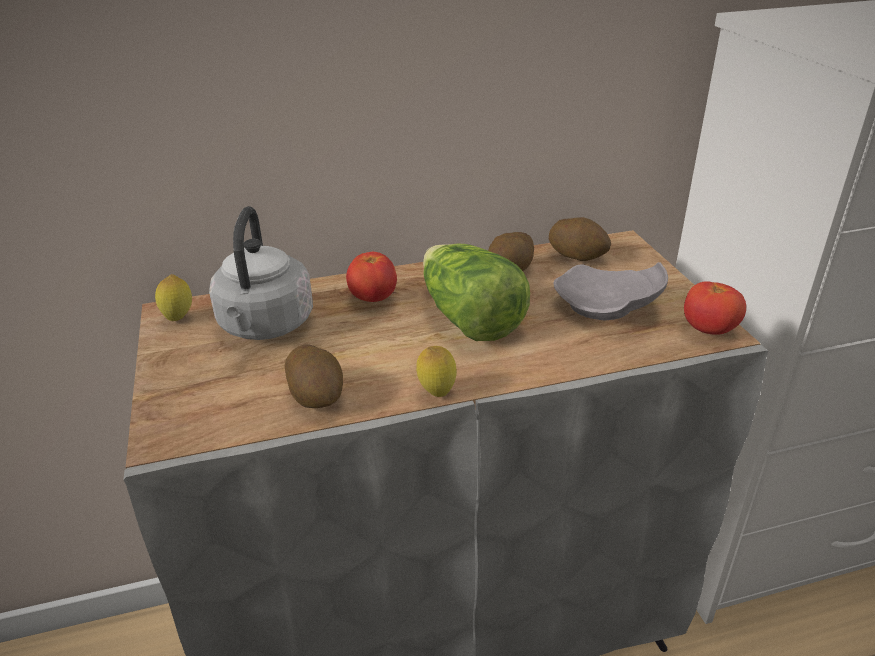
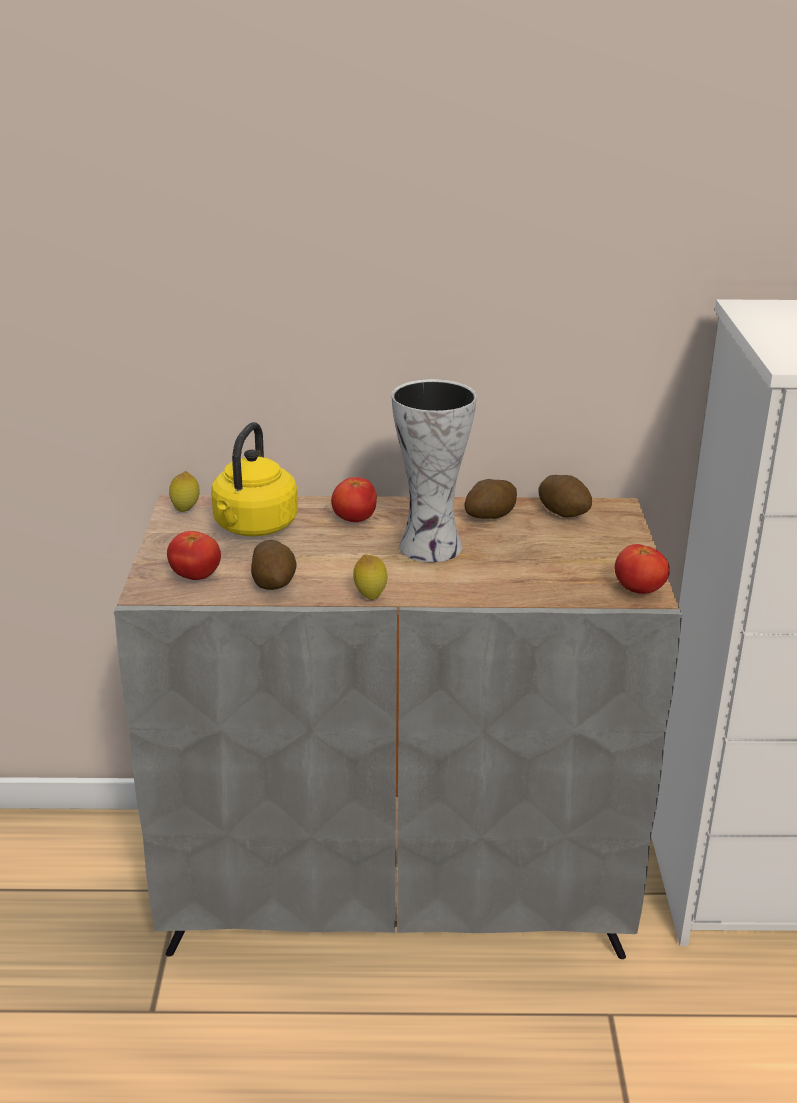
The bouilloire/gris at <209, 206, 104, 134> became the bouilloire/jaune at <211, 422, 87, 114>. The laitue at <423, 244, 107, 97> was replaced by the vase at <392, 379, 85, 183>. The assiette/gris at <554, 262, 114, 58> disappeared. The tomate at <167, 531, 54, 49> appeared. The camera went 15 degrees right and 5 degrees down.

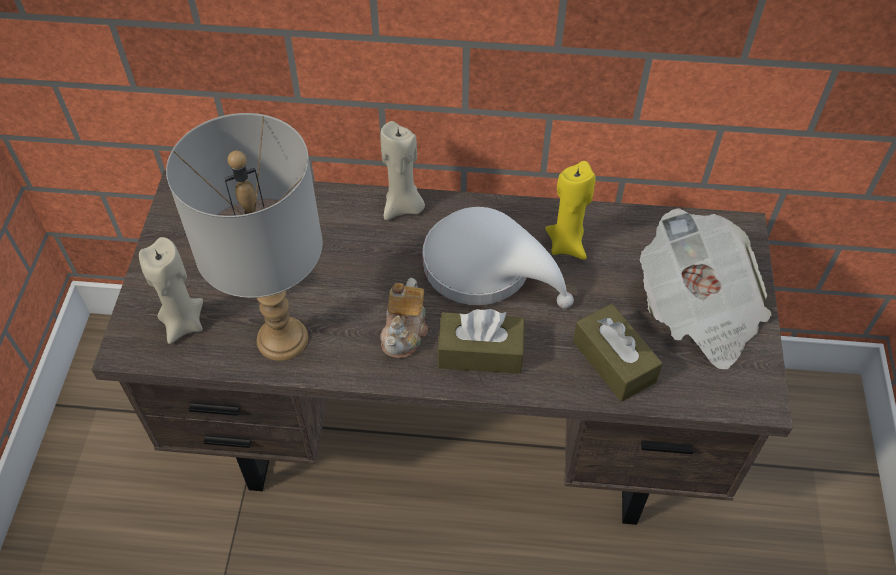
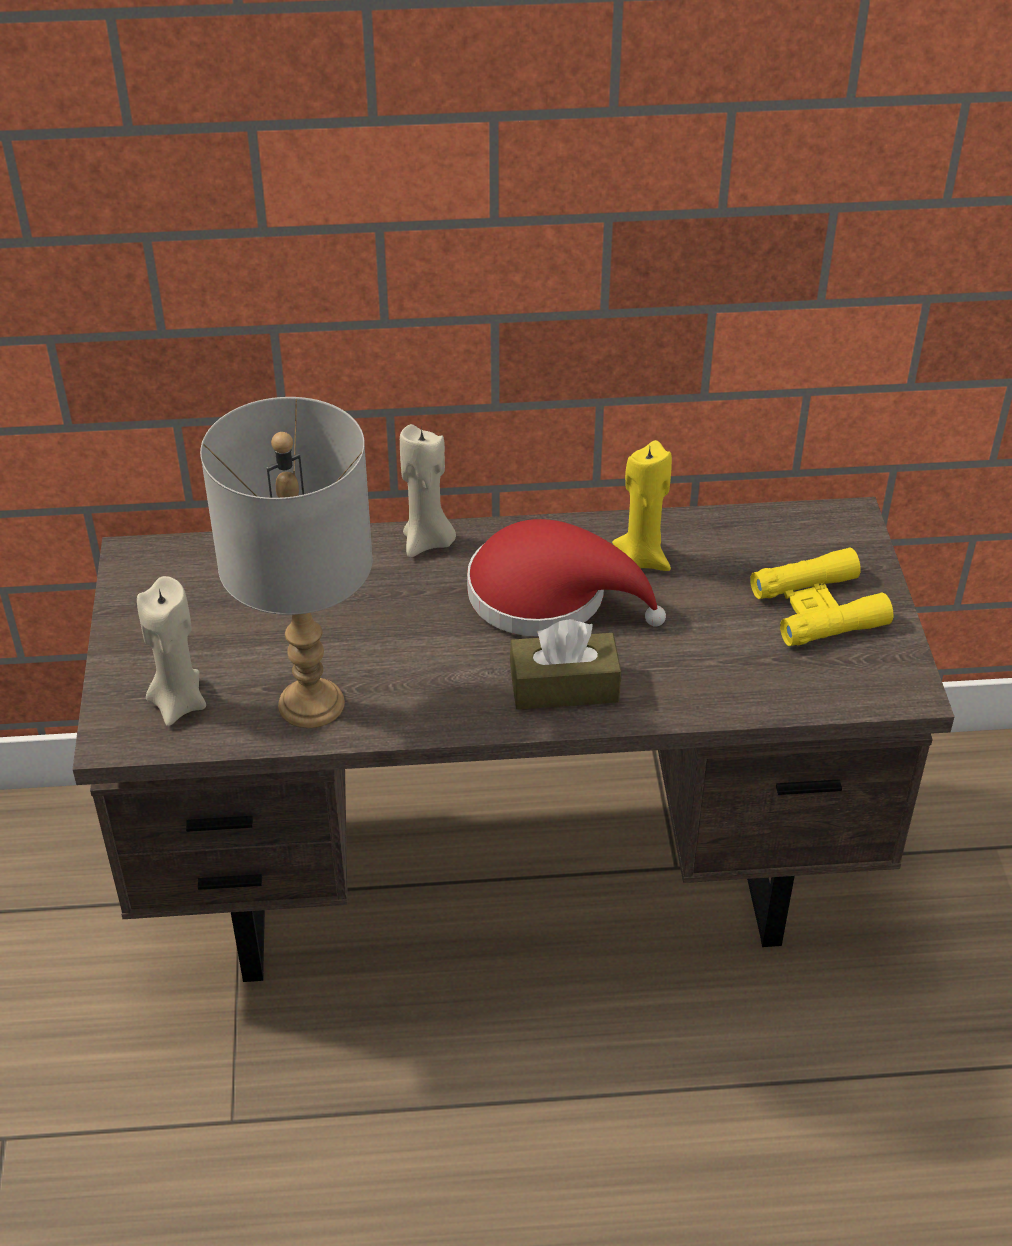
The chapeau/blanc at <422, 207, 152, 102> became the chapeau/rouge at <467, 519, 199, 117>. The journal at <640, 208, 132, 161> was replaced by the jumelles/jaune at <750, 547, 143, 99>. The théière at <380, 278, 48, 80> disappeared. The boîte à mouchoirs/marron at <573, 304, 90, 98> disappeared. The camera went 10 degrees left and 10 degrees down.

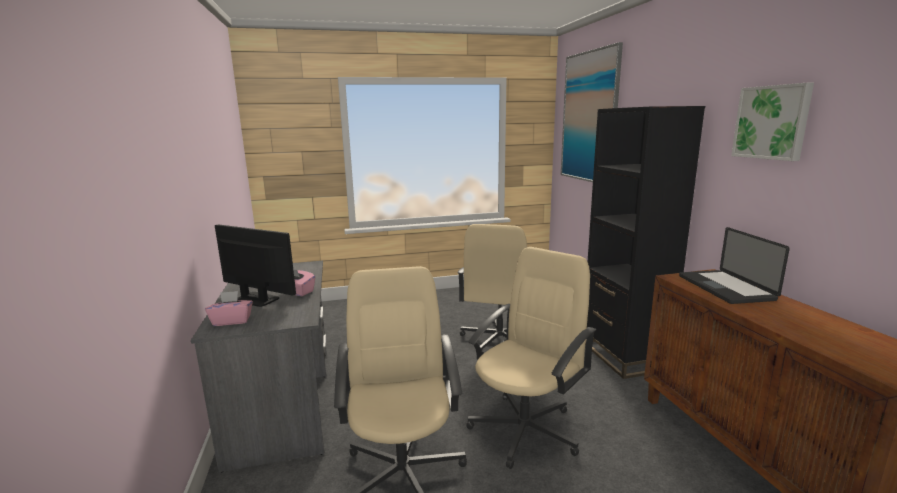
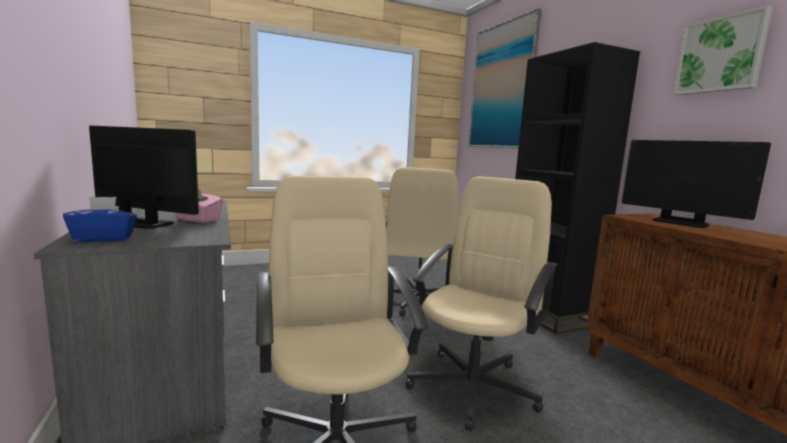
The ordinateur portable at <679, 227, 111, 77> was replaced by the écran d'ordinateur at <622, 140, 149, 88>. The boîte à mouchoirs/rose at <205, 291, 48, 35> became the boîte à mouchoirs/bleu at <63, 197, 74, 45>. The camera went 10 degrees left and 5 degrees down.

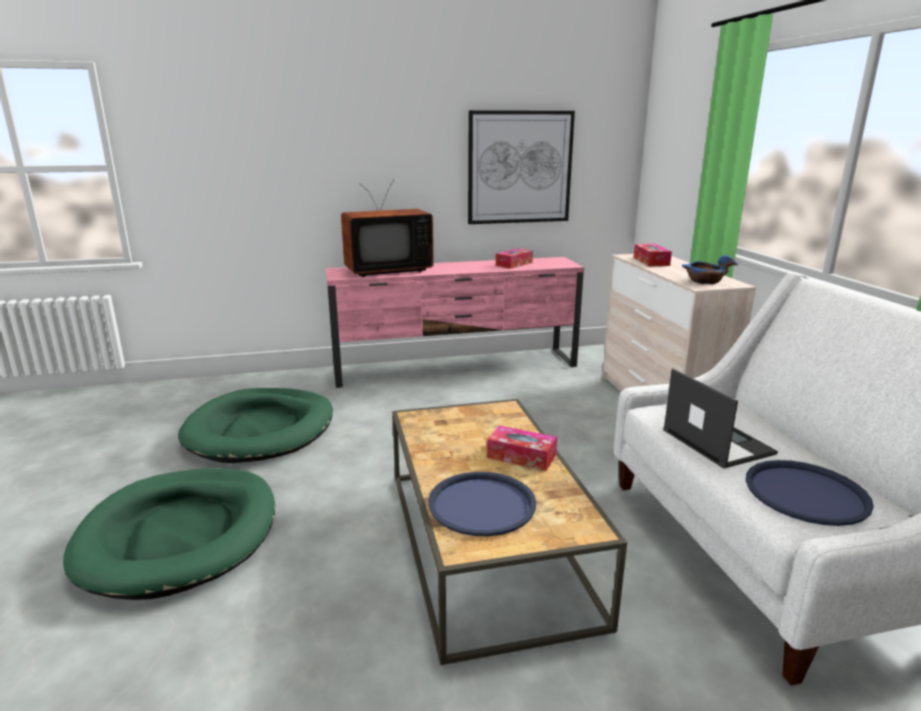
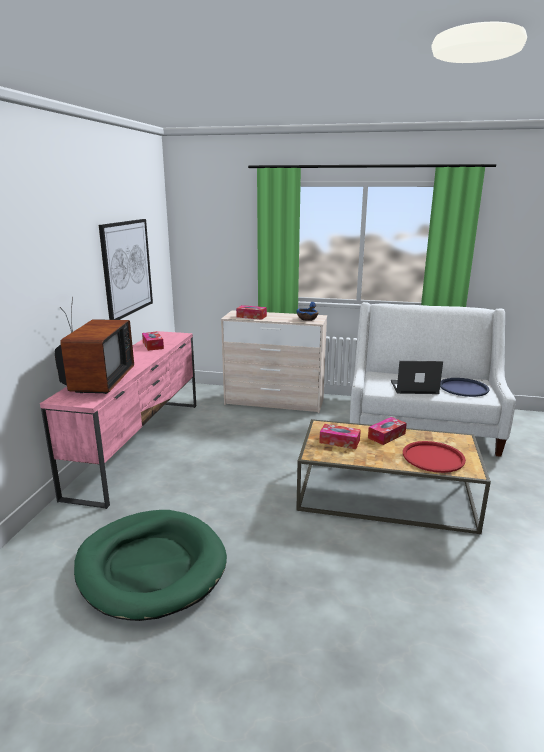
The panier pour chien/vert at <63, 468, 212, 132> disappeared. The plateau/bleu at <428, 472, 108, 64> became the plateau/rouge at <403, 441, 63, 32>. The boîte à mouchoirs at <319, 424, 42, 25> appeared. The camera went 65 degrees left and 0 degrees up.

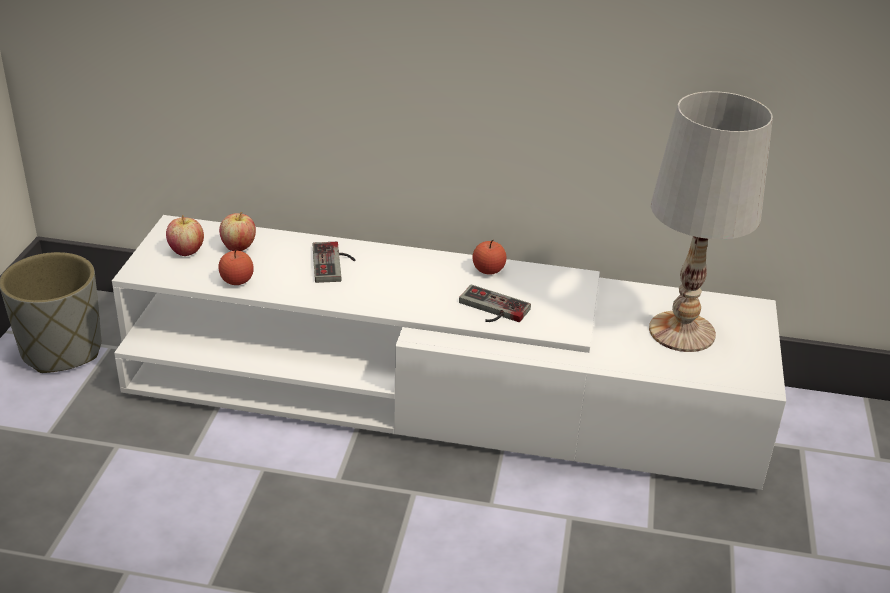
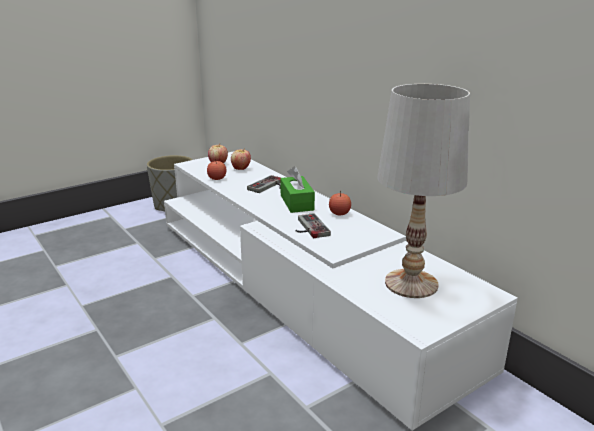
The boîte à mouchoirs/vert at <280, 166, 35, 47> appeared. The camera went 45 degrees right and 10 degrees down.

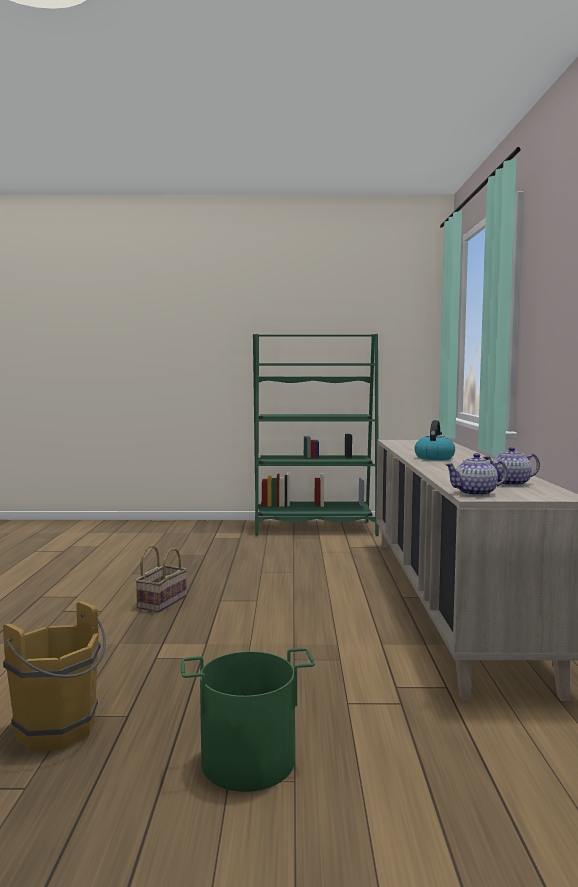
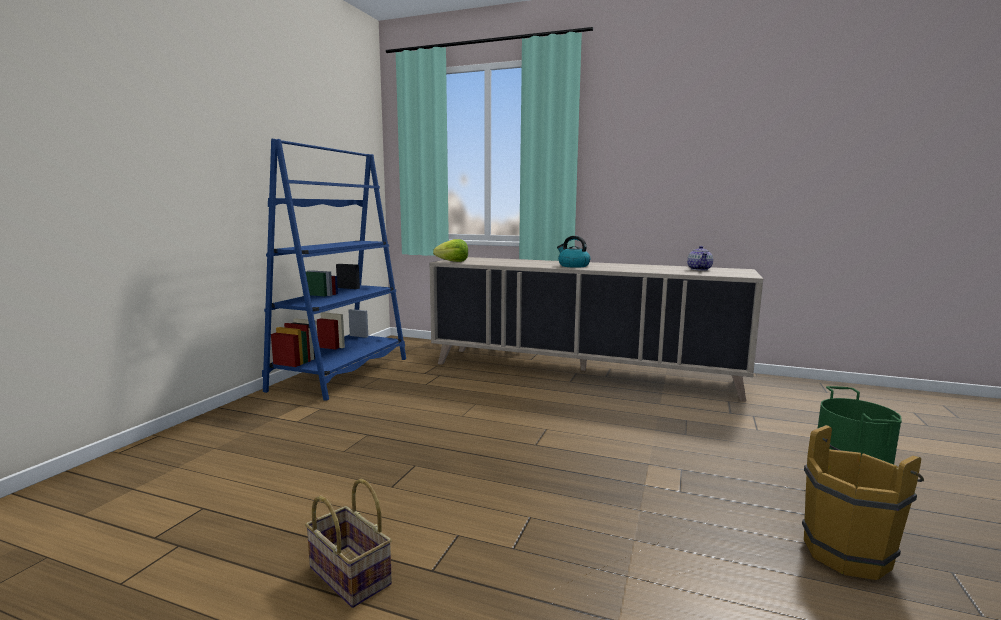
The bibliothèque/vert at <253, 334, 126, 202> became the bibliothèque/bleu at <262, 139, 144, 261>. The théière at <444, 453, 64, 43> disappeared. The panier moved from <135, 545, 52, 67> to <305, 479, 87, 129>. The laitue at <433, 239, 35, 23> appeared. The camera went 70 degrees left and 5 degrees up.

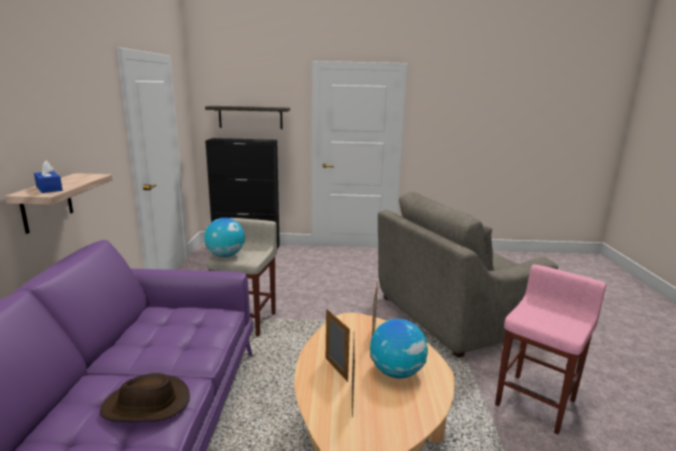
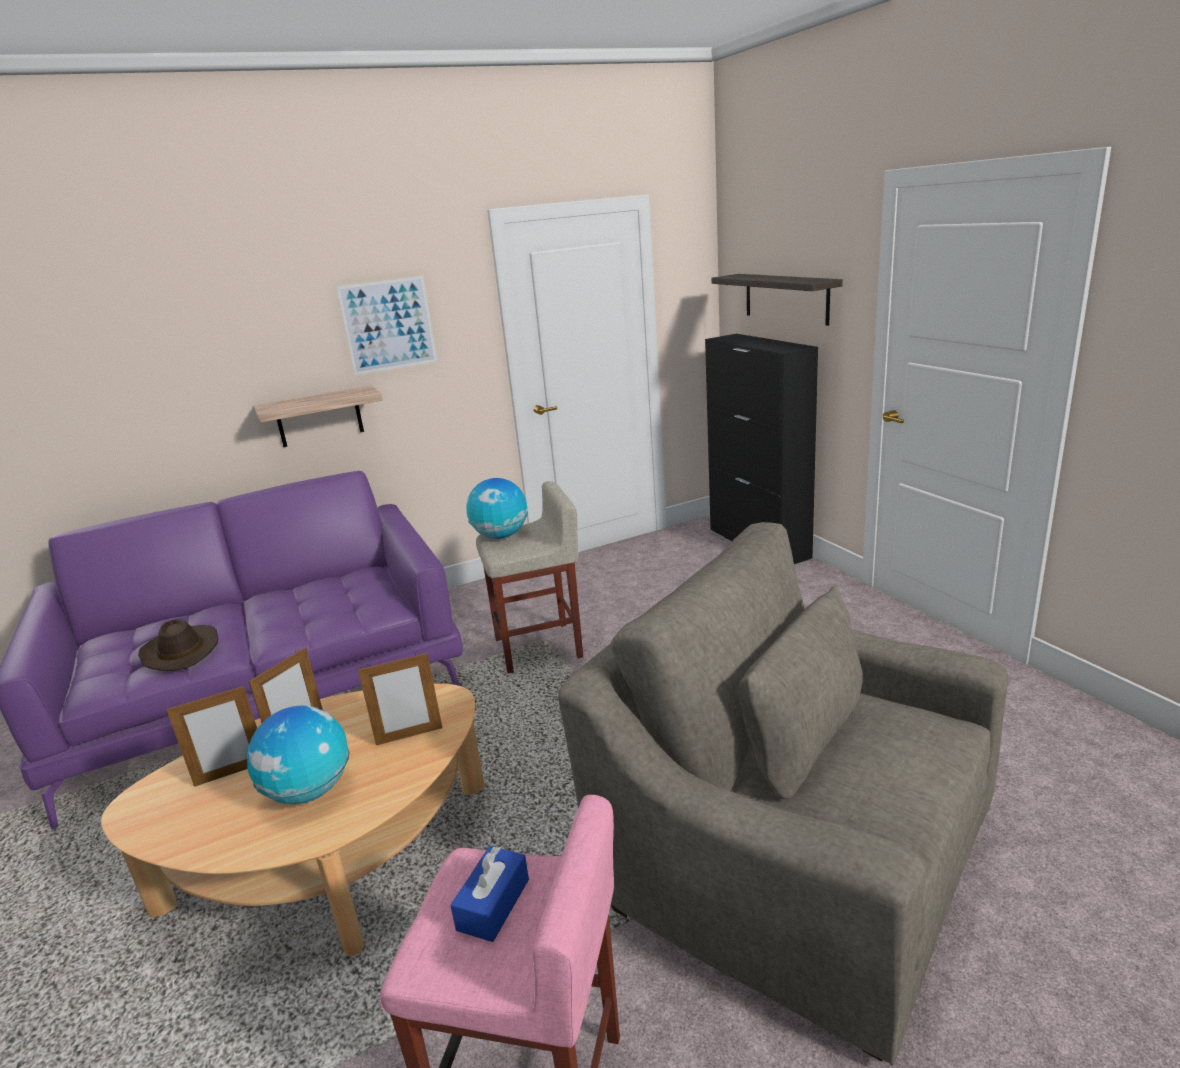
The boîte à mouchoirs/bleu moved from <34, 161, 29, 32> to <450, 846, 79, 96>. The tableau at <336, 276, 101, 99> appeared. The camera went 65 degrees right and 5 degrees up.

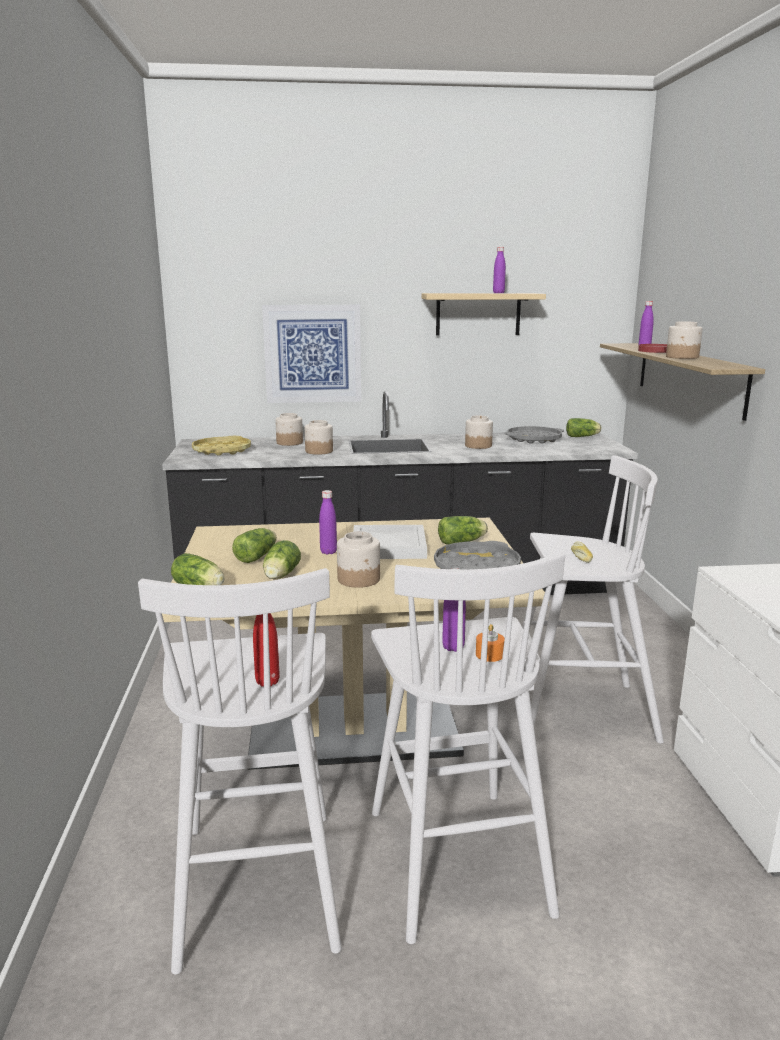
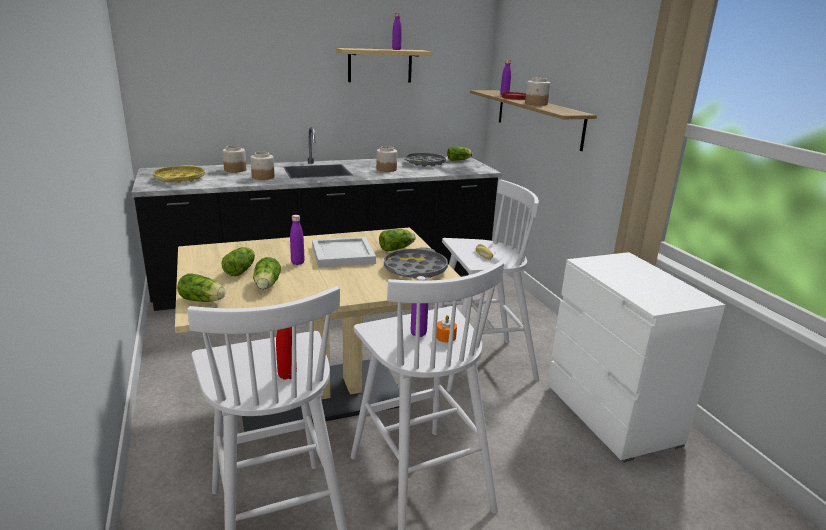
The tableau at <262, 305, 99, 98> disappeared. The bocal at <337, 531, 43, 57> disappeared. The camera went 15 degrees left and 5 degrees up.

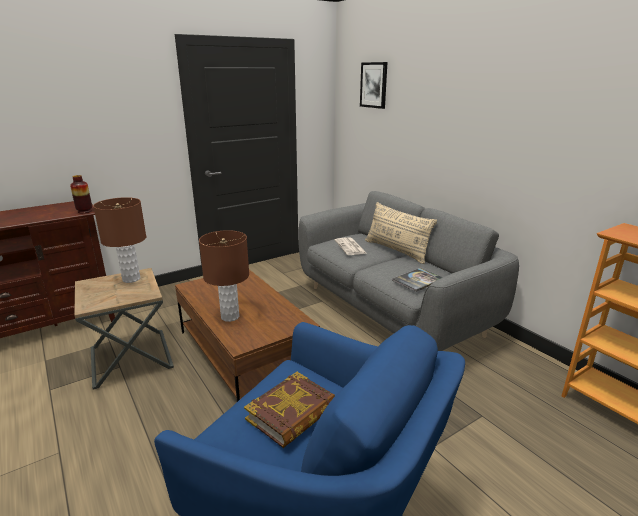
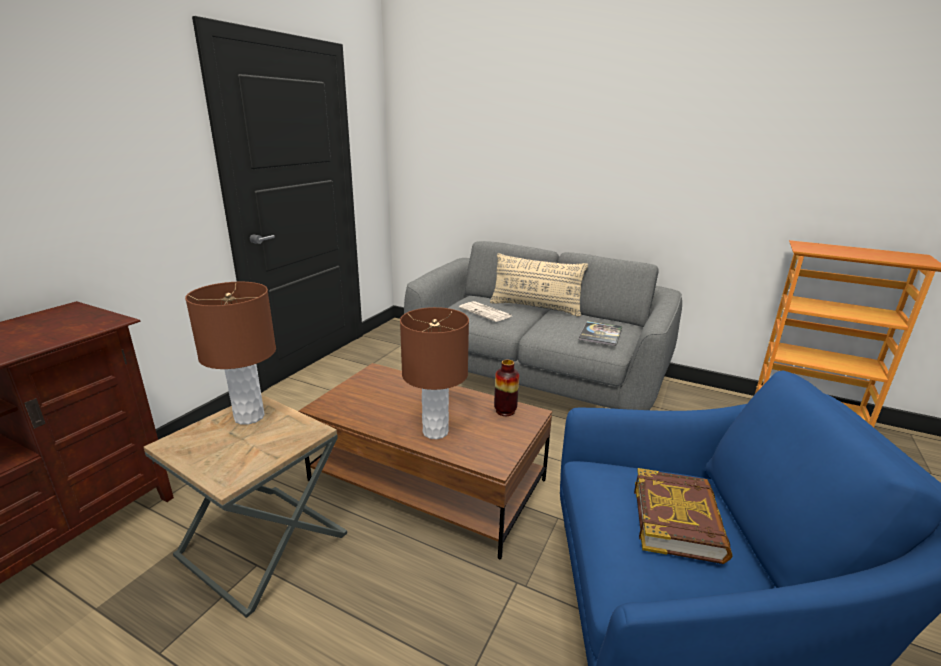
The tableau at <360, 62, 28, 47> disappeared. The vase moved from <70, 175, 22, 38> to <494, 360, 25, 56>. The camera went 30 degrees left and 0 degrees up.

